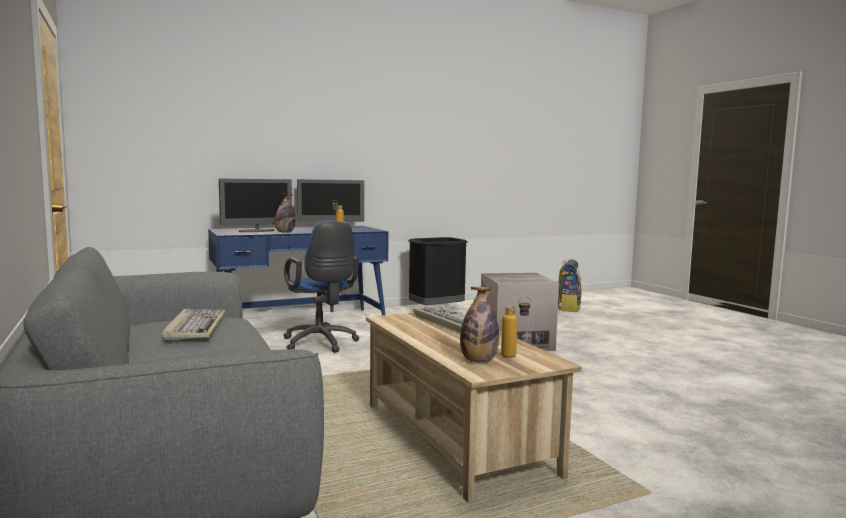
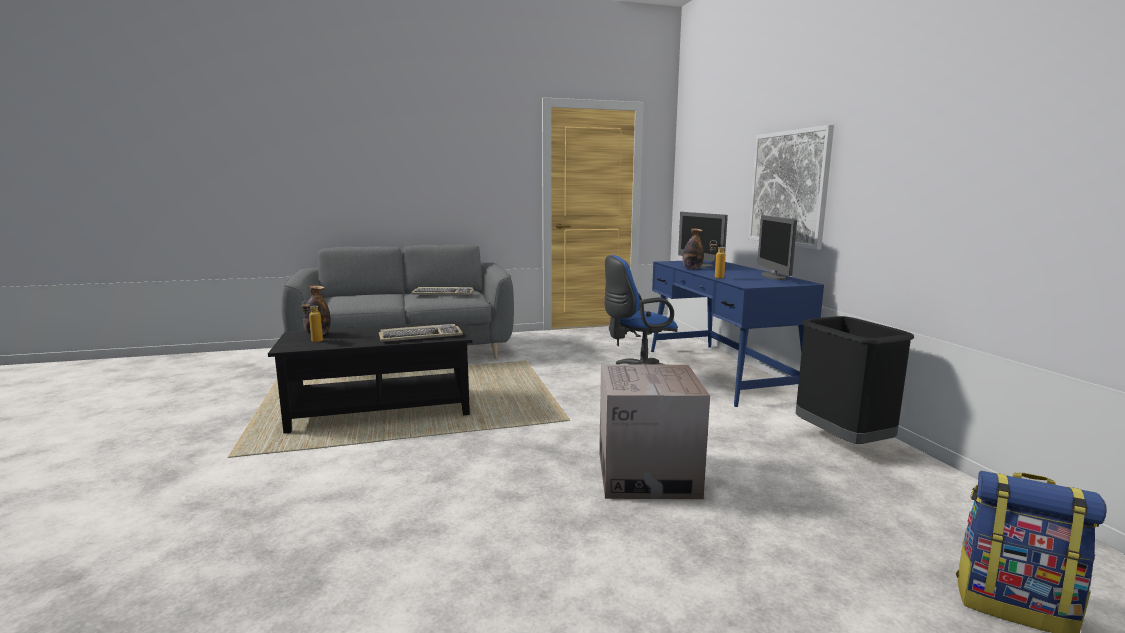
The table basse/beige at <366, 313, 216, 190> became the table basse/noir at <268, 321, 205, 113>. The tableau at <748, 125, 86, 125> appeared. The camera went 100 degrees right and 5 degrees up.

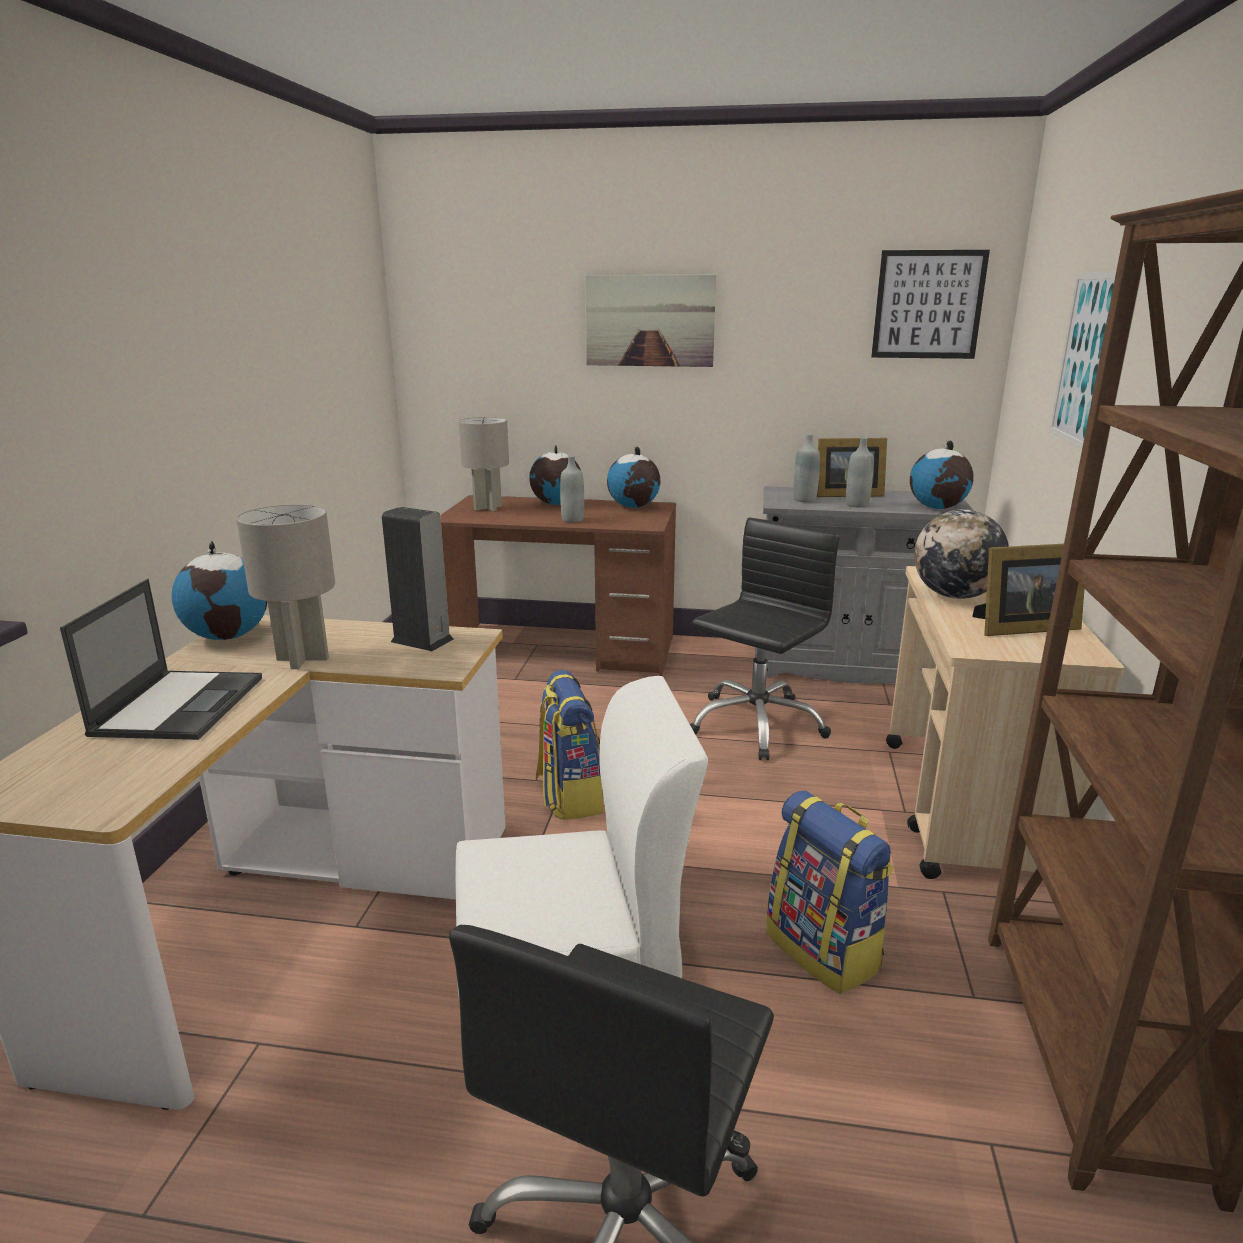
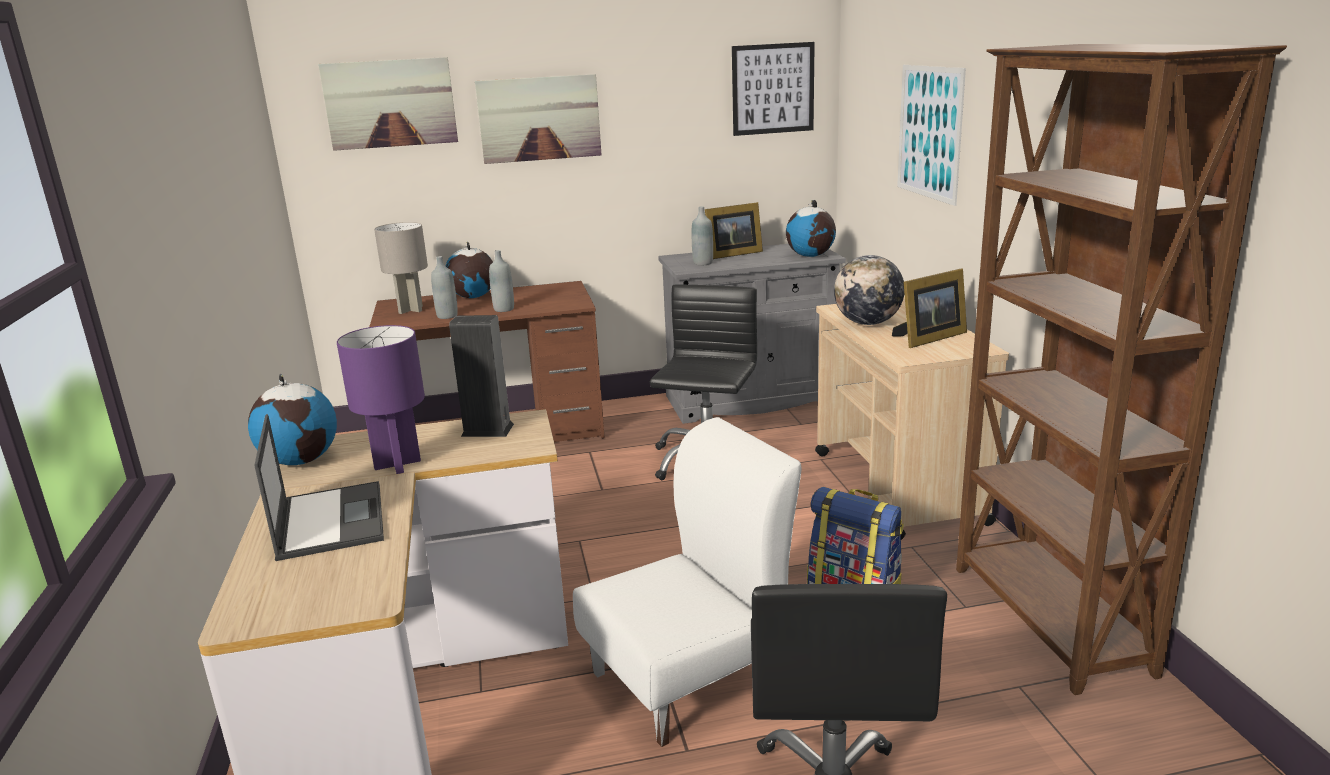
The bouteille/gris moved from <846, 438, 28, 69> to <431, 256, 27, 63>. The globe at <607, 447, 54, 61> disappeared. The lampe de table/gris at <236, 504, 99, 165> became the lampe de table/violet at <337, 325, 88, 149>. The sac à dos at <536, 670, 67, 150> disappeared. The tableau at <318, 57, 140, 94> appeared. The camera went 20 degrees left and 0 degrees up.

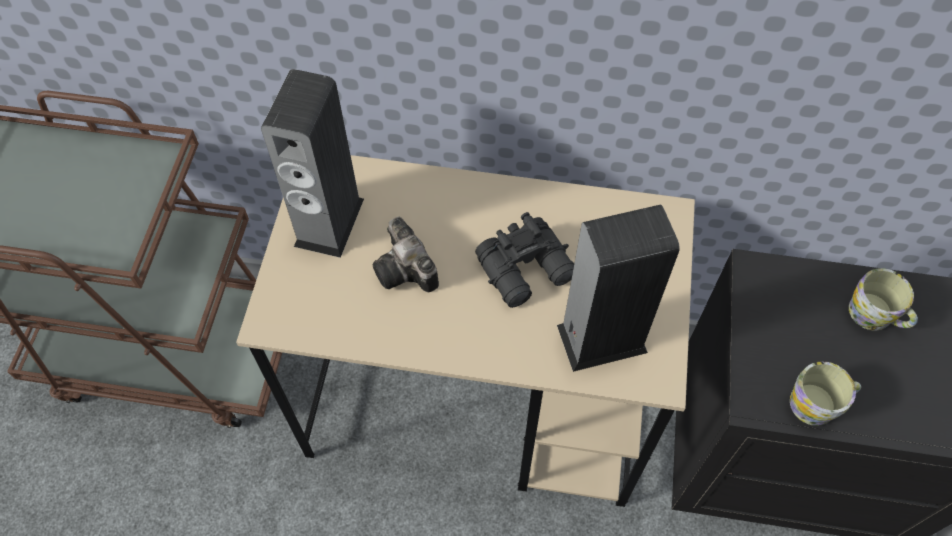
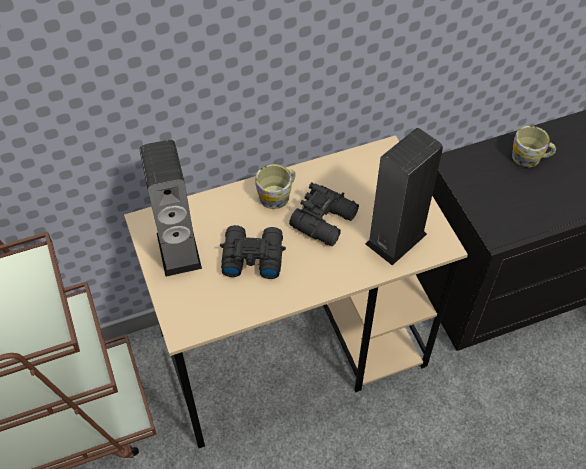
The appareil photo at <373, 216, 66, 76> was replaced by the jumelles/noir at <220, 225, 66, 54>. The mug moved from <790, 361, 71, 65> to <255, 164, 41, 45>. The camera went 30 degrees left and 5 degrees down.

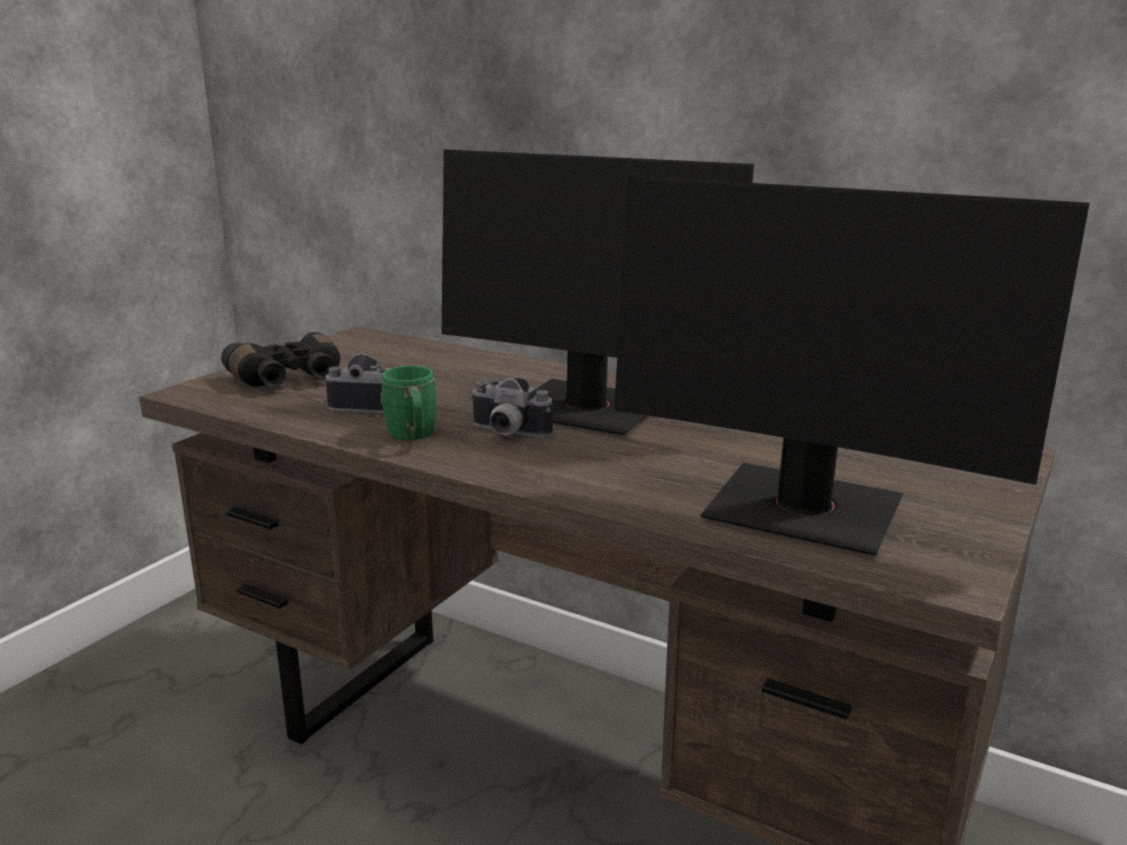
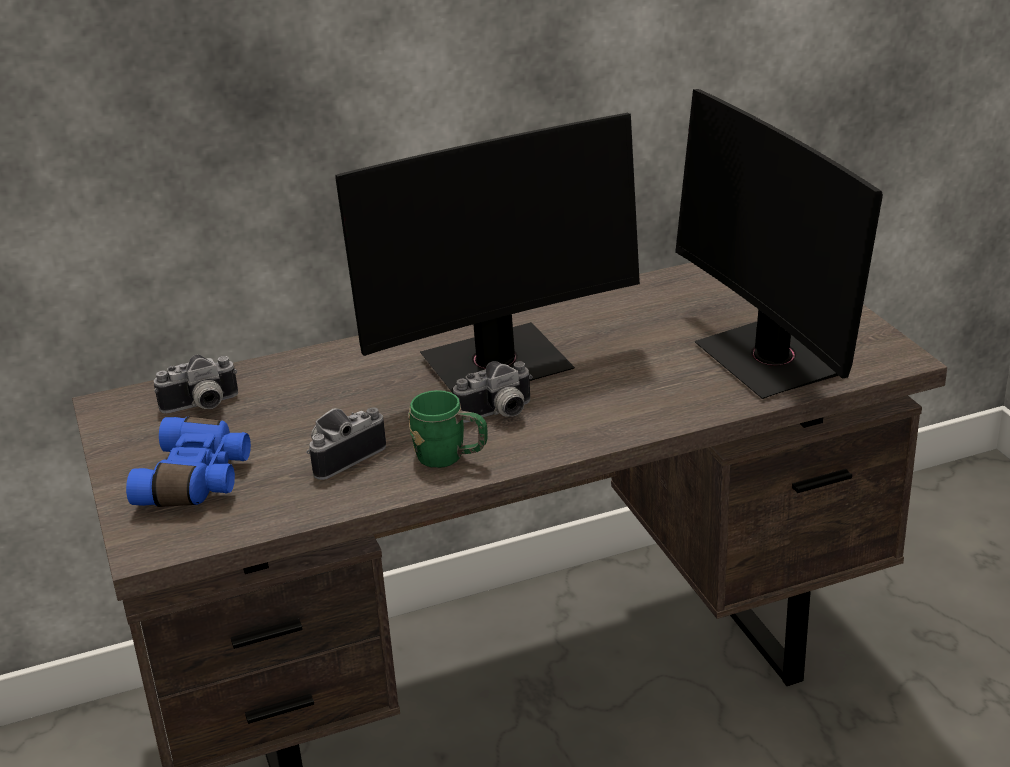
The écran d'ordinateur at <614, 176, 476, 379> turned 90 degrees clockwise. The jumelles/noir at <221, 332, 119, 55> became the jumelles/bleu at <126, 416, 125, 91>. The appareil photo at <154, 355, 84, 58> appeared. The camera went 50 degrees left and 10 degrees up.

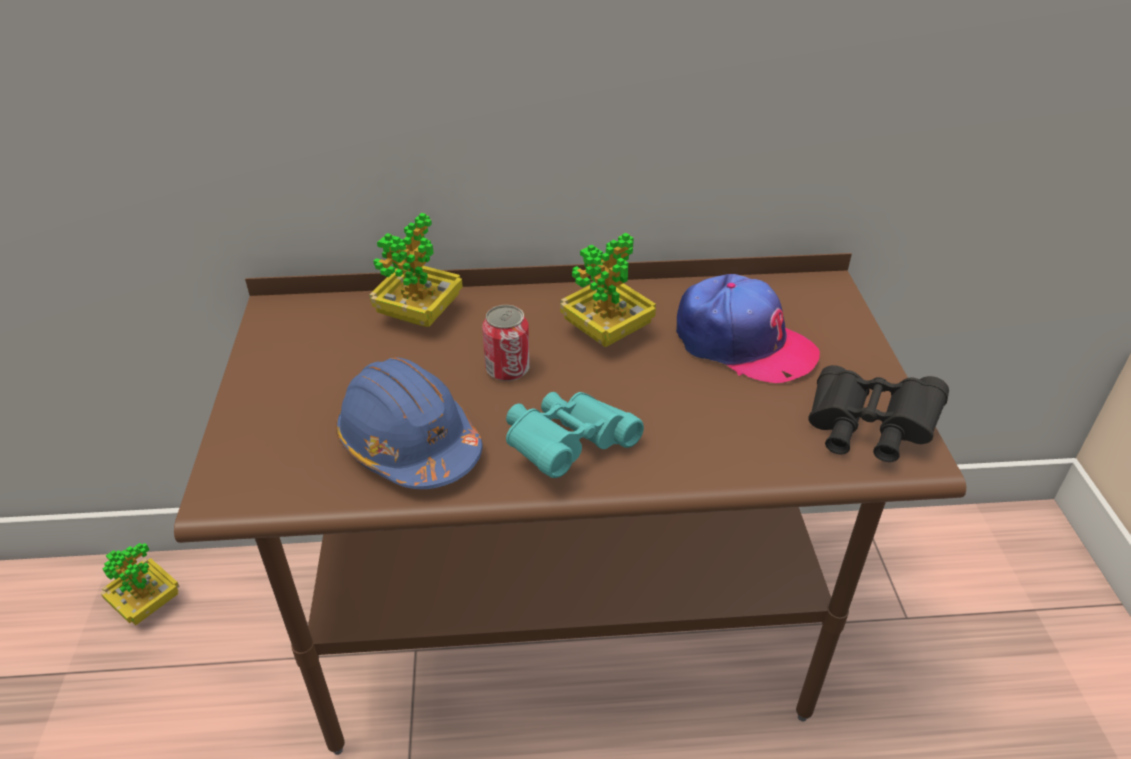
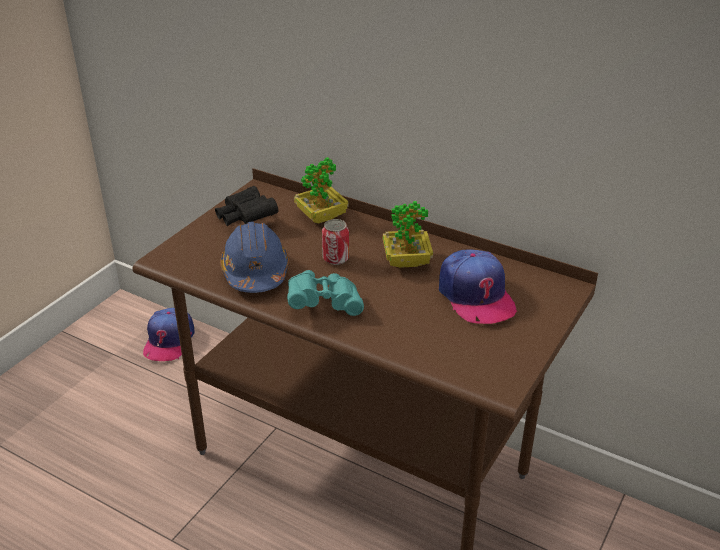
The jumelles/noir moved from <808, 365, 141, 97> to <215, 186, 63, 40>. The plante en pot at <101, 543, 79, 82> was replaced by the casquette at <143, 308, 52, 53>. The camera went 35 degrees right and 5 degrees down.

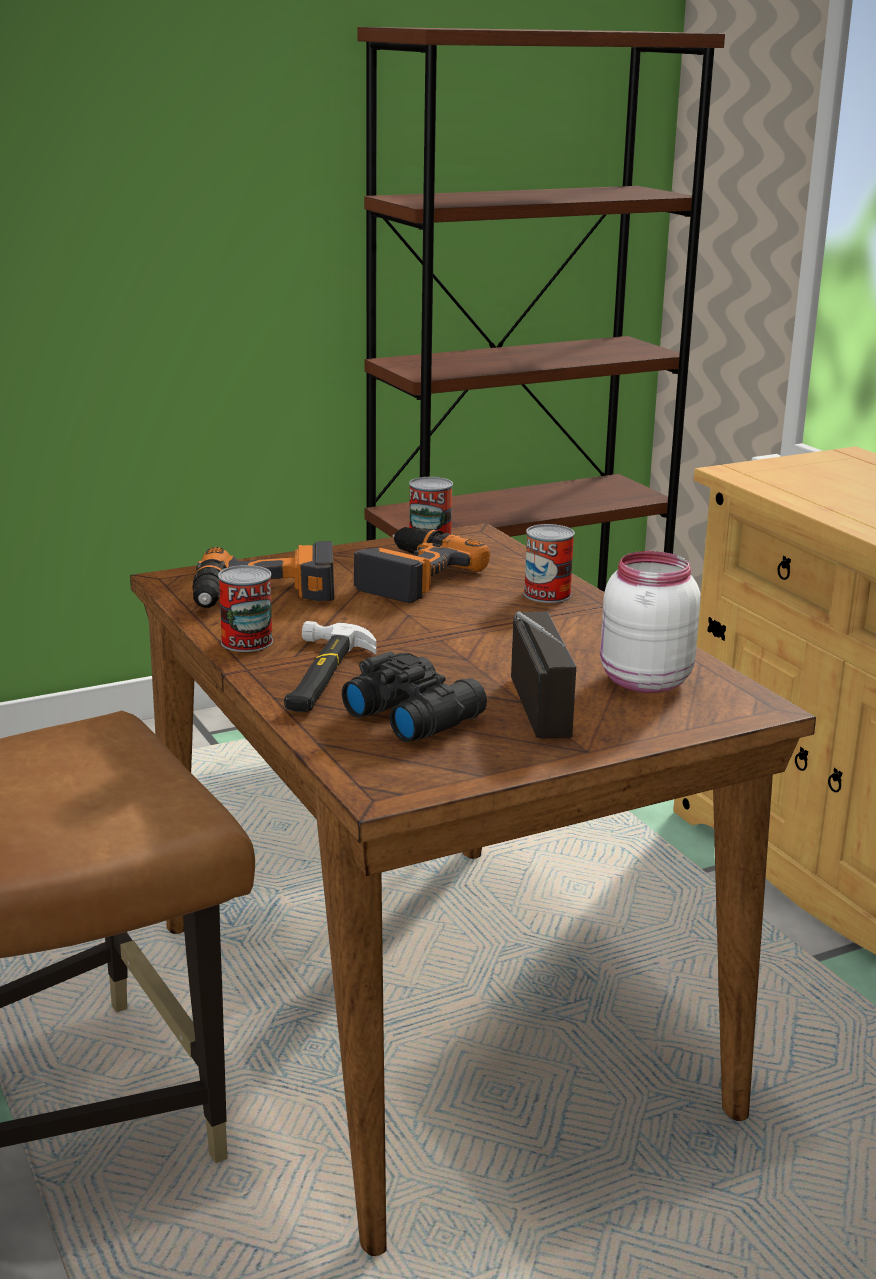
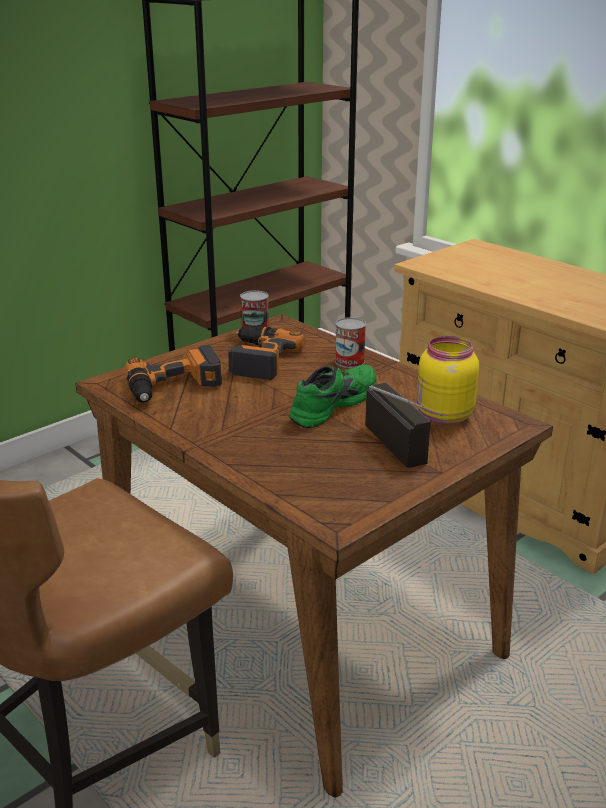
The bocal/blanc at <600, 551, 101, 142> became the bocal/jaune at <416, 336, 63, 89>. The boîte métallique at <218, 565, 55, 87> disappeared. The marteau at <284, 621, 92, 91> disappeared. The jumelles/noir at <342, 651, 145, 91> disappeared. The chaussure/vert at <289, 365, 88, 63> appeared. The camera went 15 degrees left and 5 degrees up.

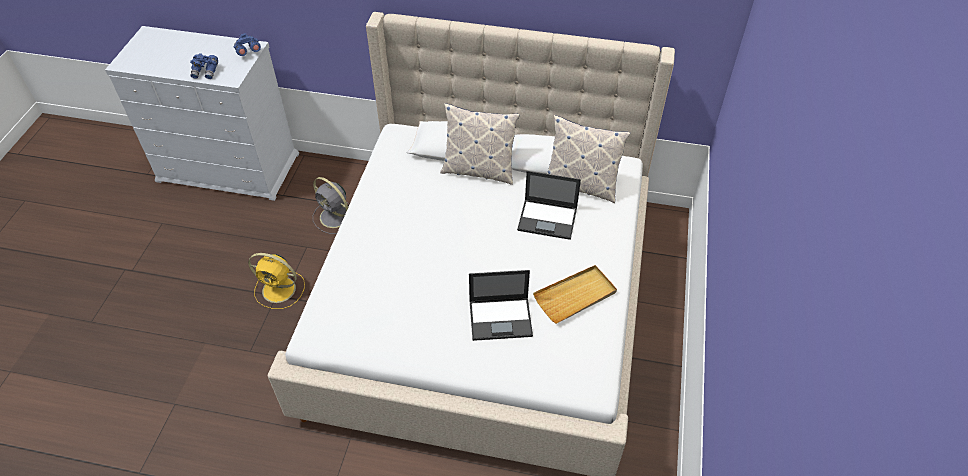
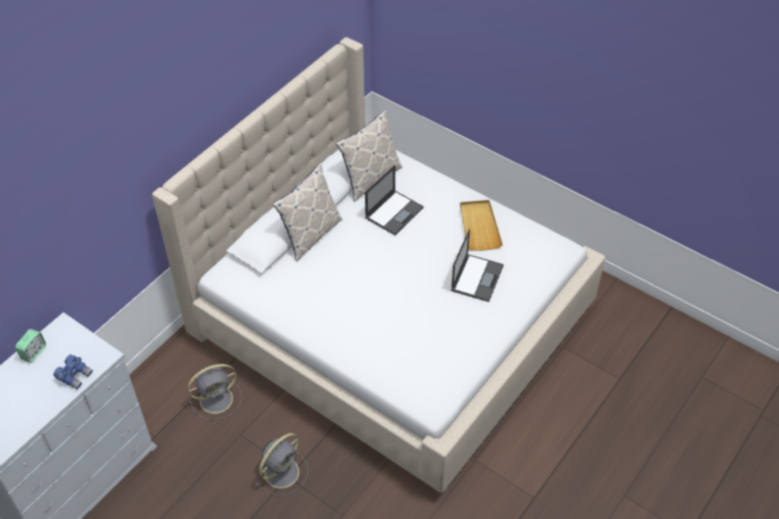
The jumelles/bleu at <234, 33, 27, 23> disappeared. The ventilateur/jaune at <248, 253, 57, 56> became the ventilateur/gris at <255, 433, 53, 63>. The réveil at <15, 329, 31, 34> appeared. The camera went 65 degrees left and 0 degrees up.

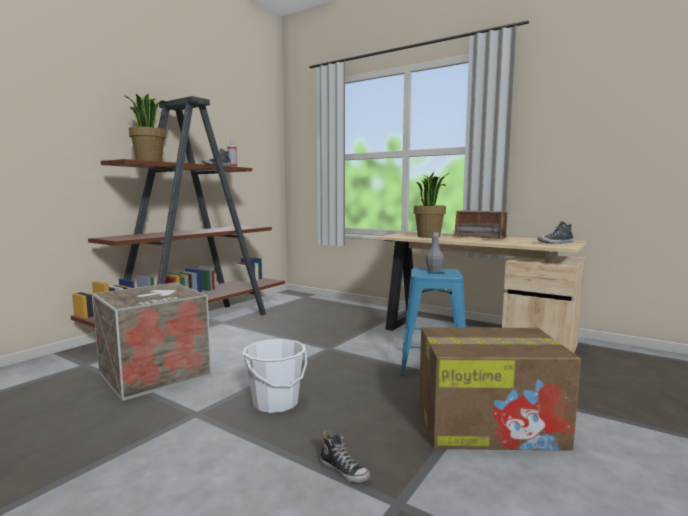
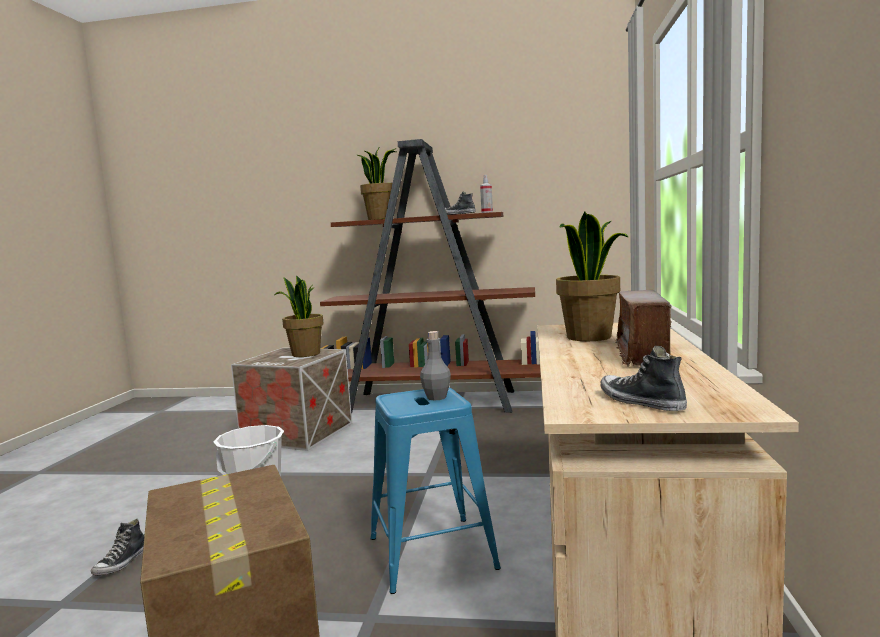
The plante en pot at <275, 275, 49, 82> appeared. The camera went 65 degrees right and 0 degrees up.

